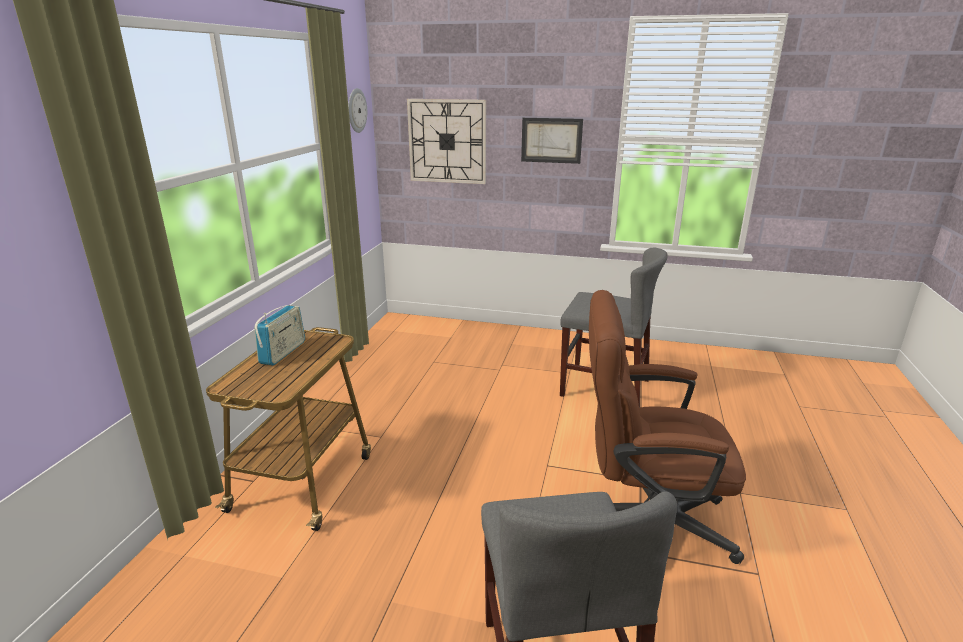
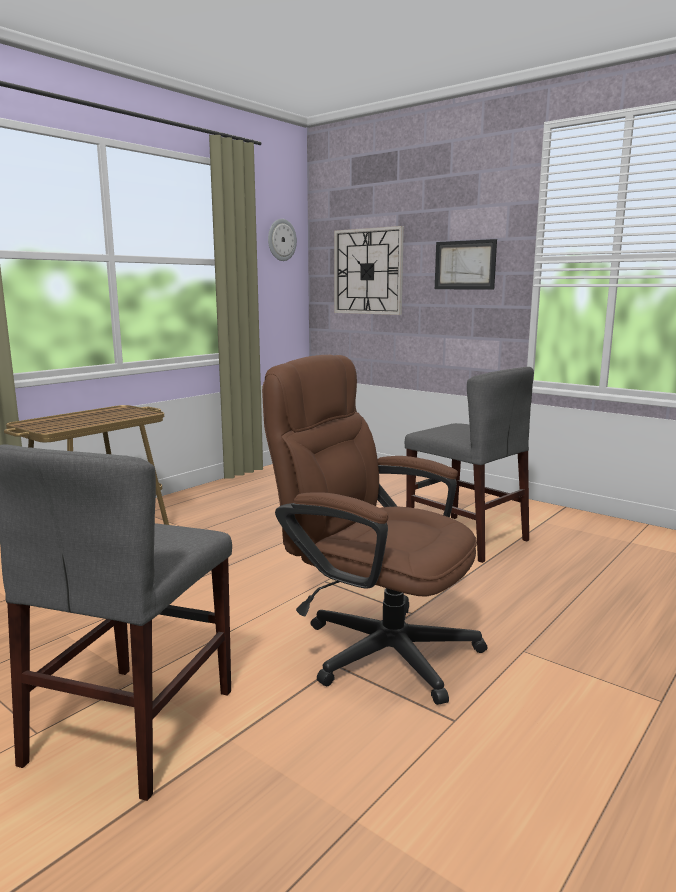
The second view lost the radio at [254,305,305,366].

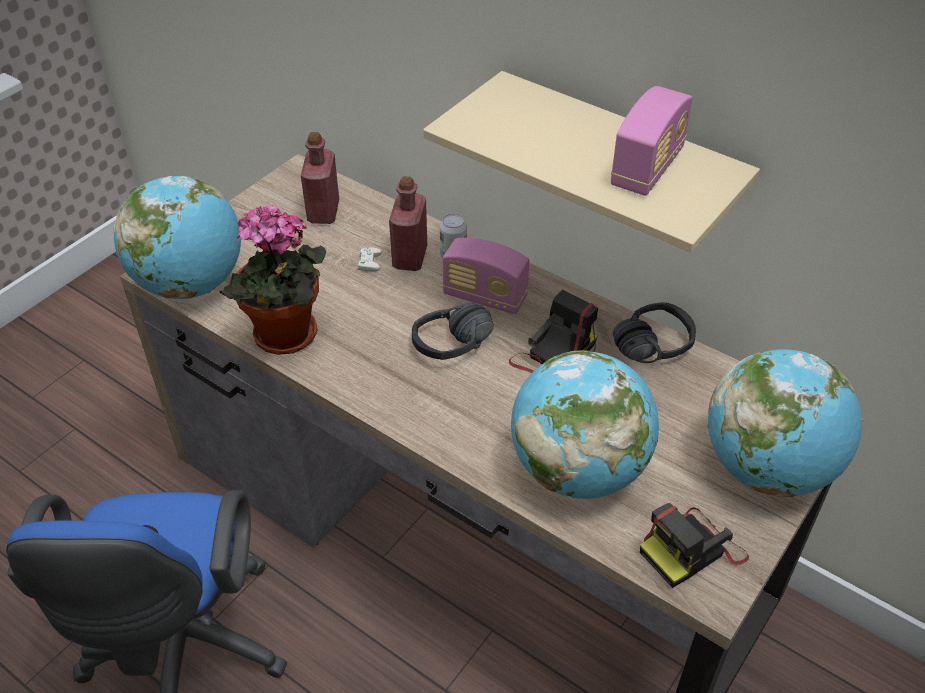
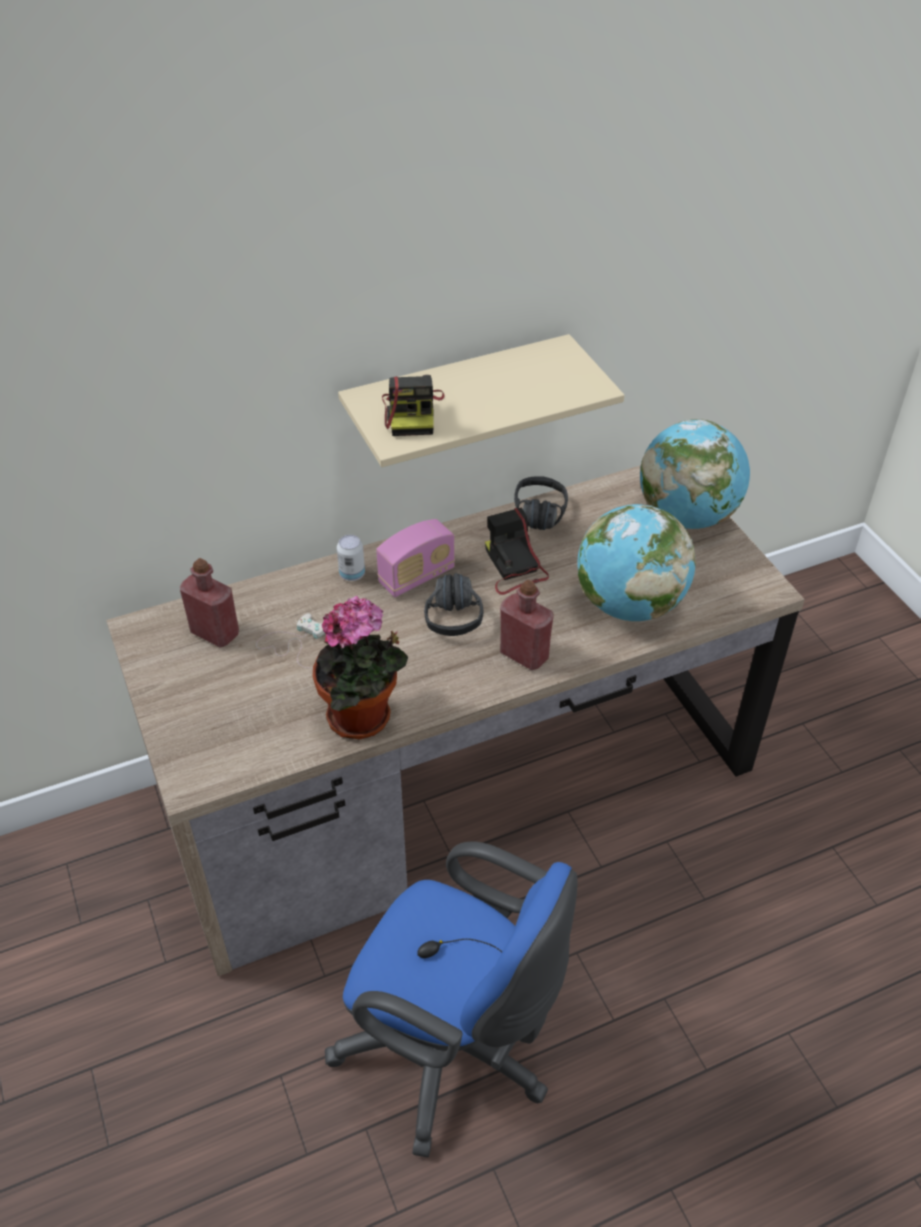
The second view lost the globe at [114,176,241,299].
The red_bottle ended up elsewhere, having gone from [389,176,427,271] to [500,580,554,670].
The second view lost the radio at [611,86,693,196].
The photo_camera ended up elsewhere, having gone from [640,503,749,588] to [382,375,445,436].

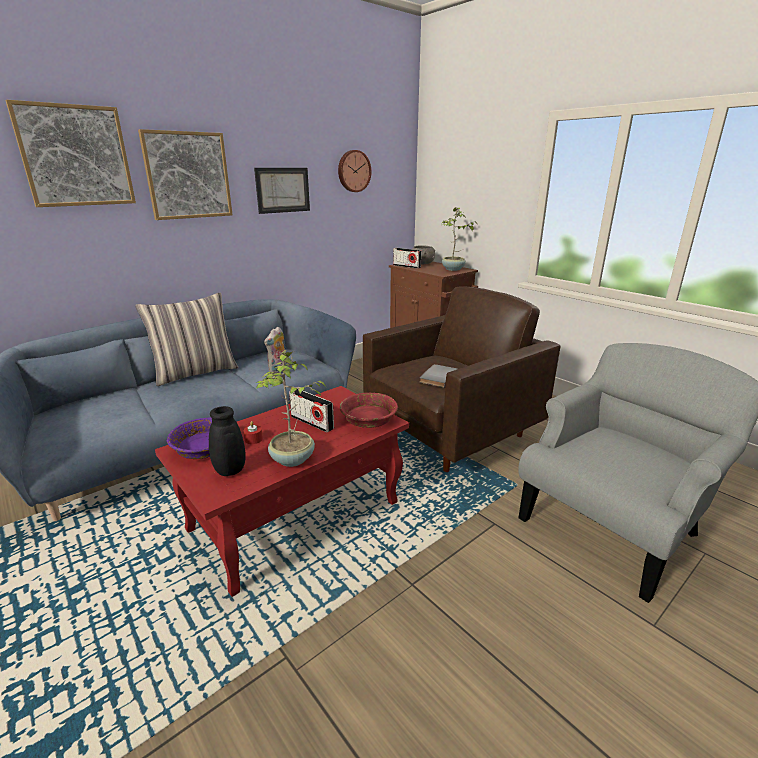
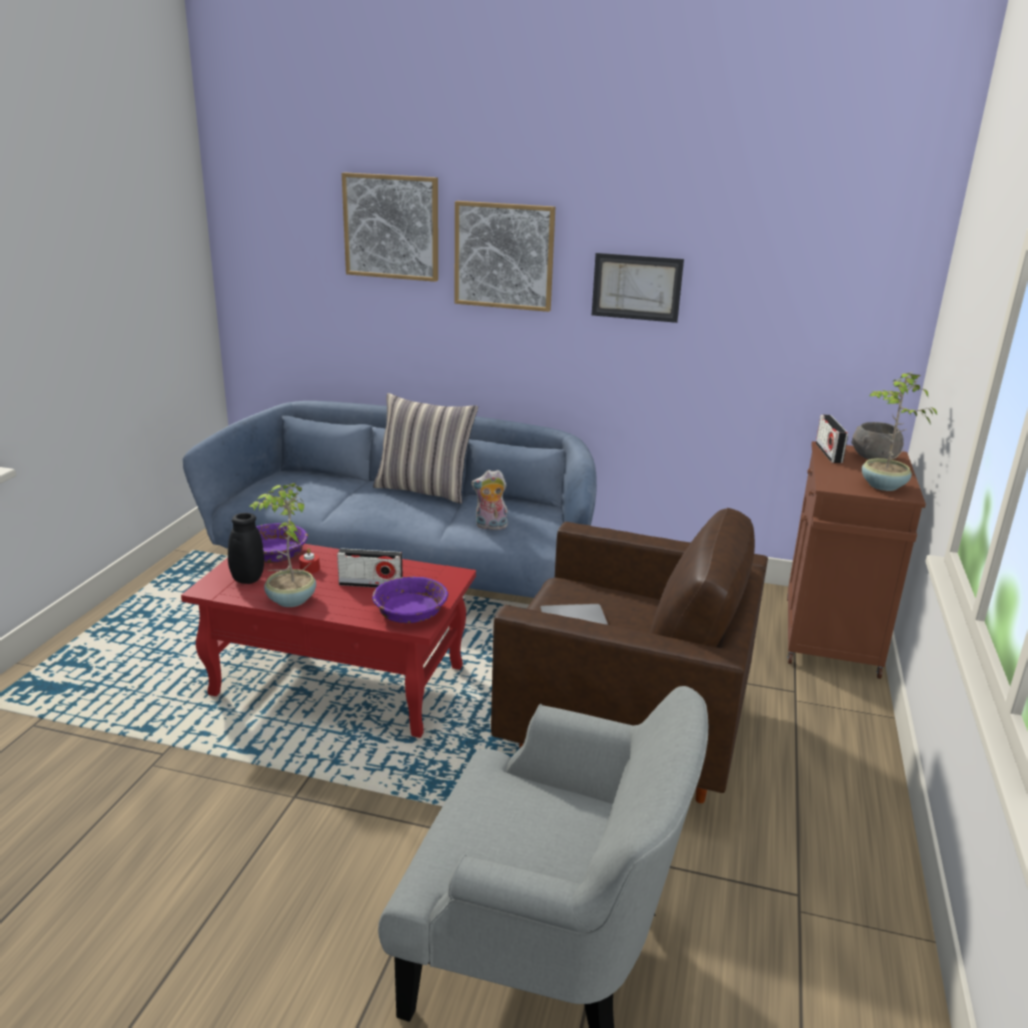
The radio at [289,389,334,432] ended up facing another way, 90 degrees counterclockwise from before.
The second view lost the wall_clock at [338,150,372,192].
What was the red_bowl at [340,393,398,428] turned into the purple_bowl at [372,576,448,623].

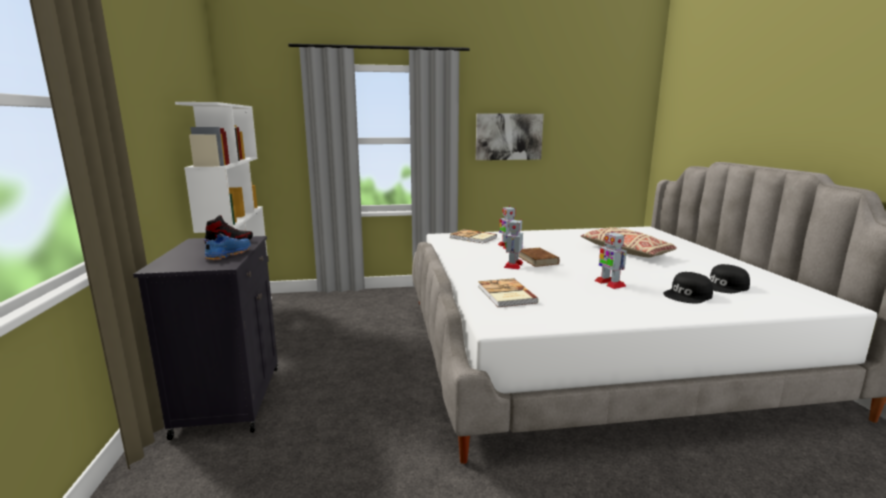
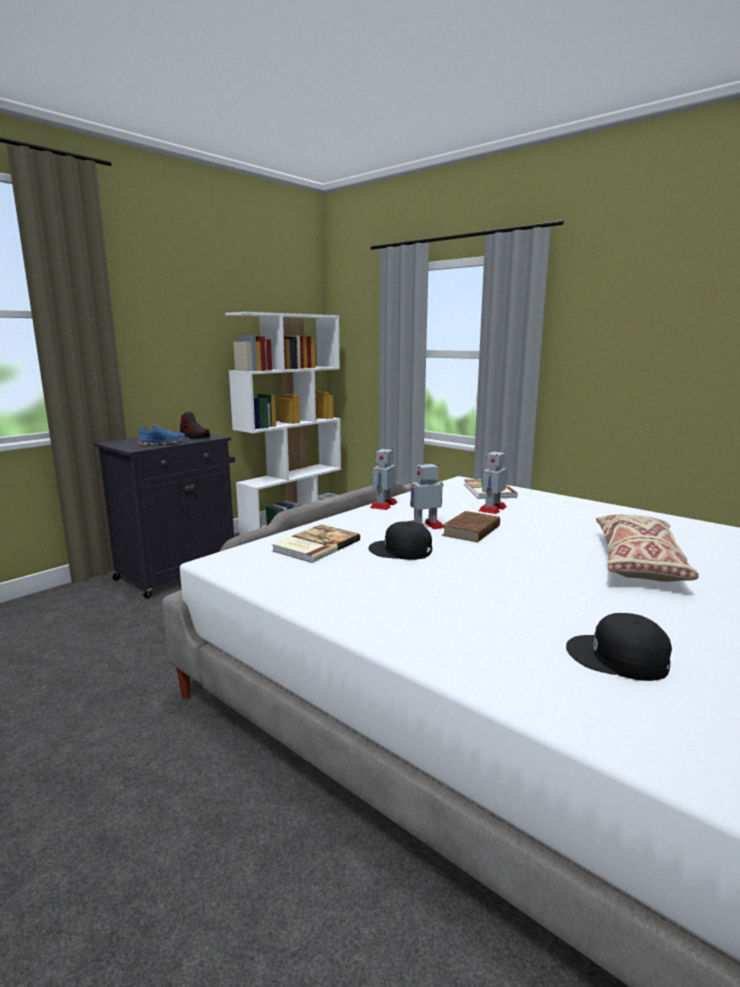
The second view lost the picture at [476,114,544,160].
The toy_robot ended up elsewhere, having gone from [595,231,627,289] to [370,448,398,510].
The black_cap ended up elsewhere, having gone from [663,272,713,303] to [368,521,432,560].

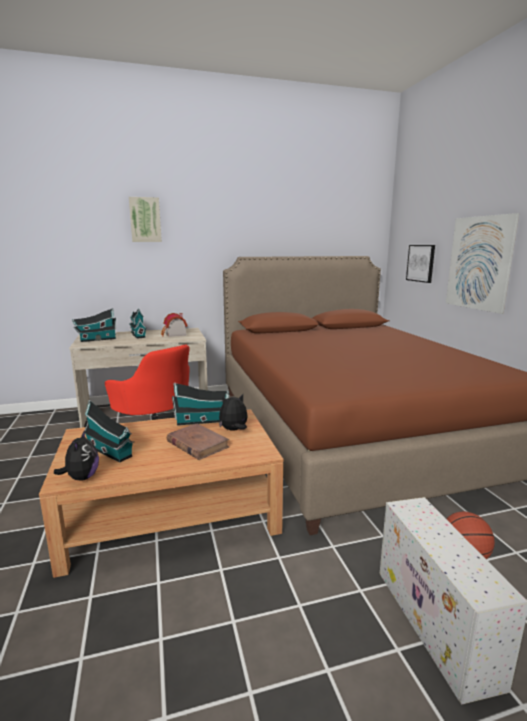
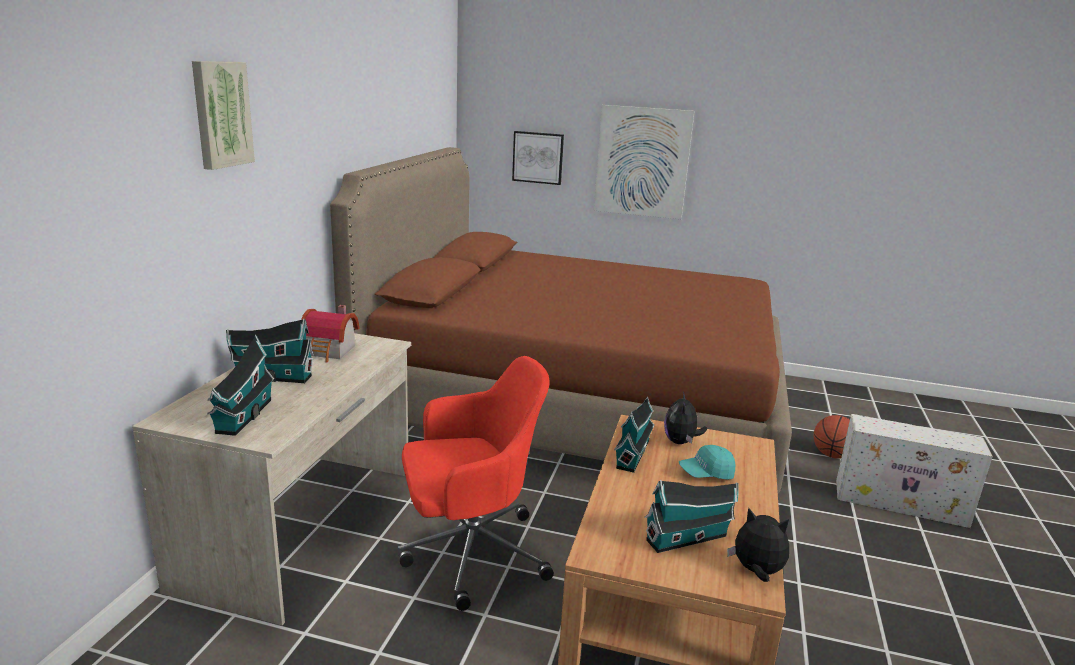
Where the brown_book stood at [167,423,229,460], the turquoise_cap came to stand at [679,445,735,479].

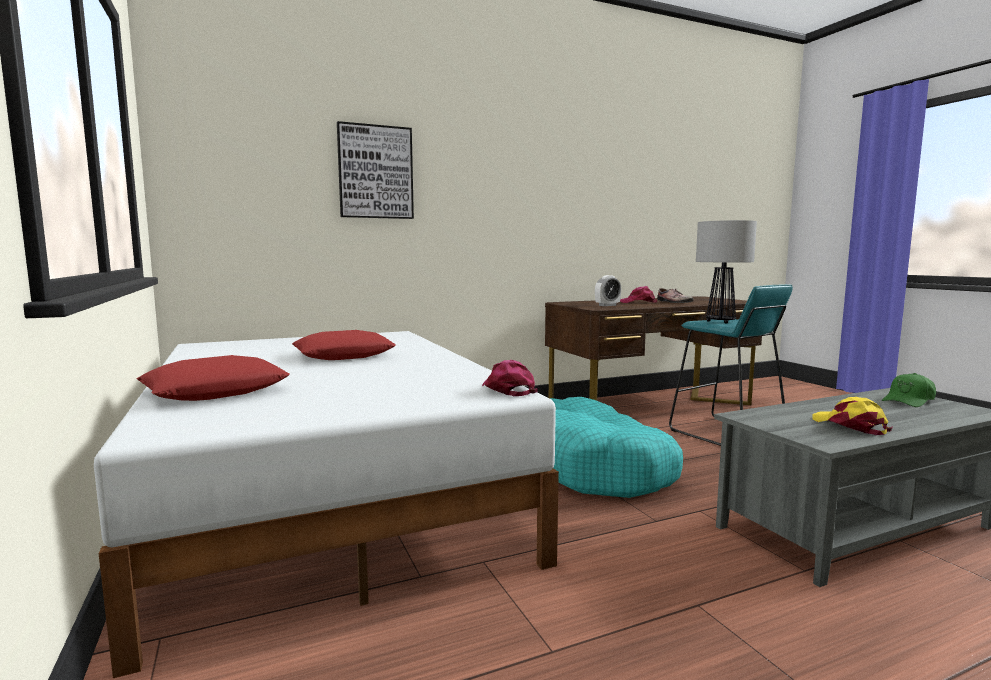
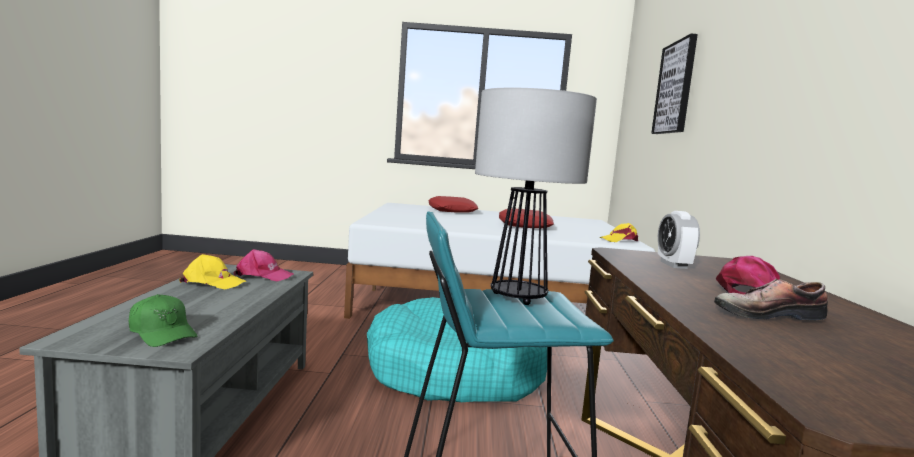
The pink_cap ended up elsewhere, having gone from [482,360,538,396] to [233,249,293,281].
The green_cap at [882,373,936,407] ended up facing another way, 135 degrees clockwise from before.
The second view gained the yellow_cap at [599,223,638,242].

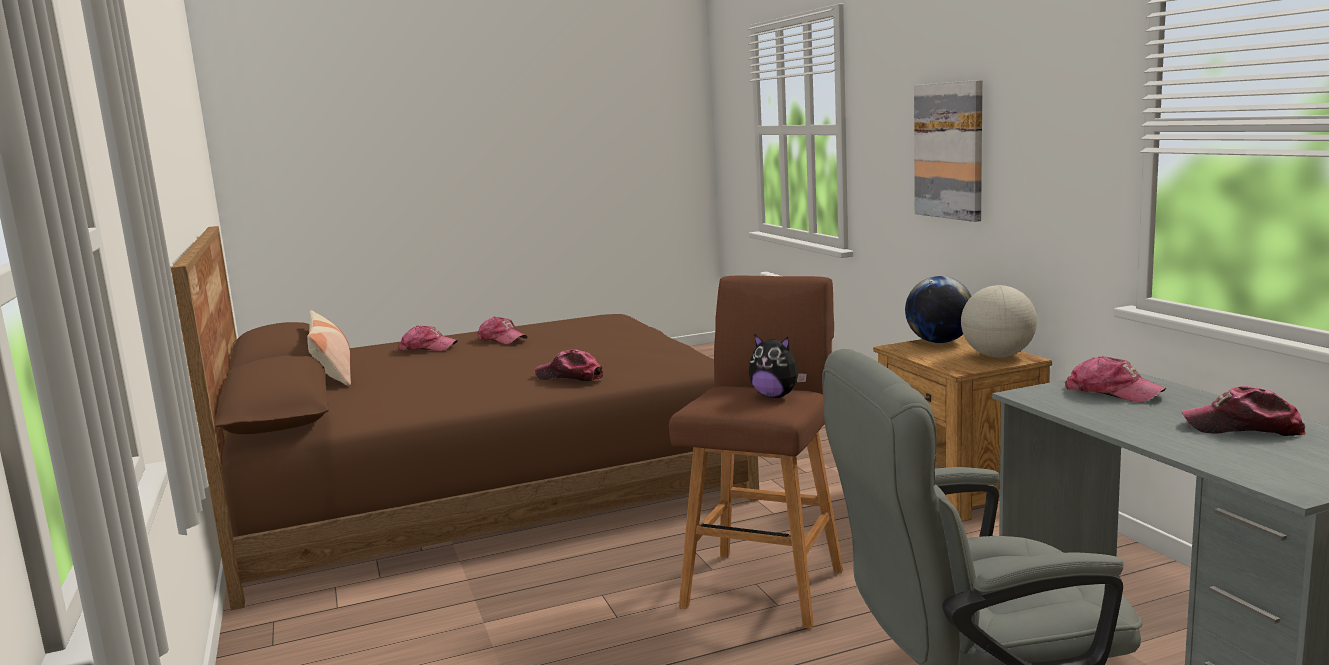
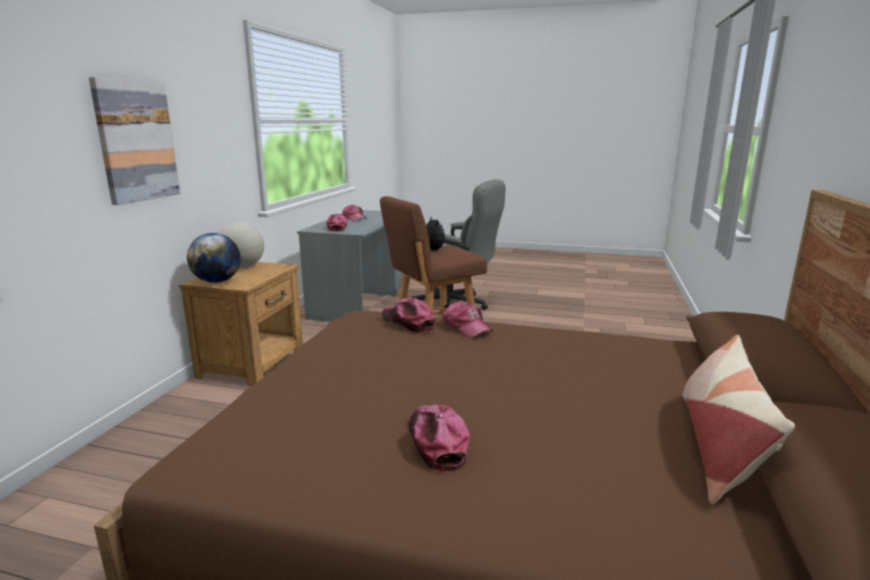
The cap ended up elsewhere, having gone from [398,326,458,351] to [382,298,435,333].

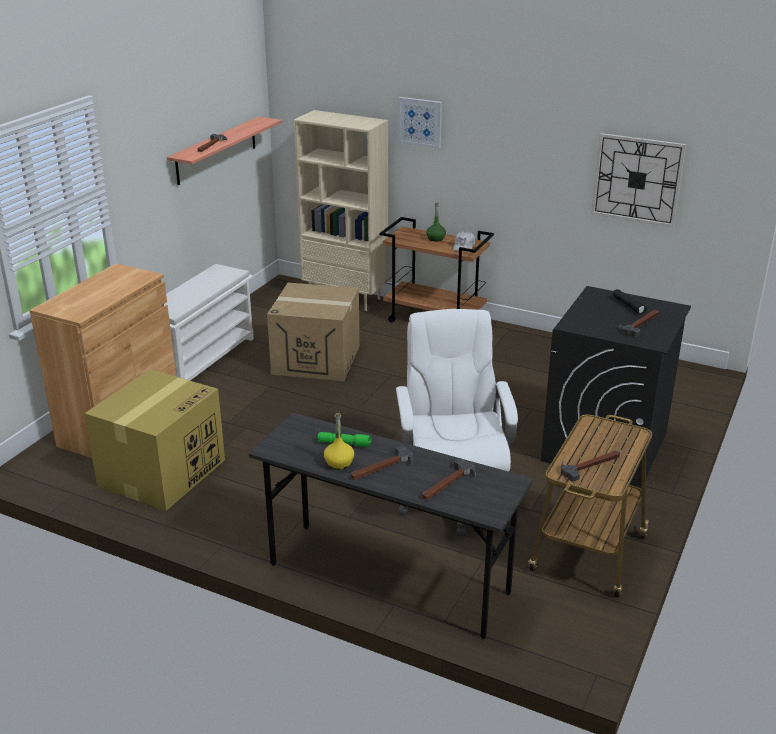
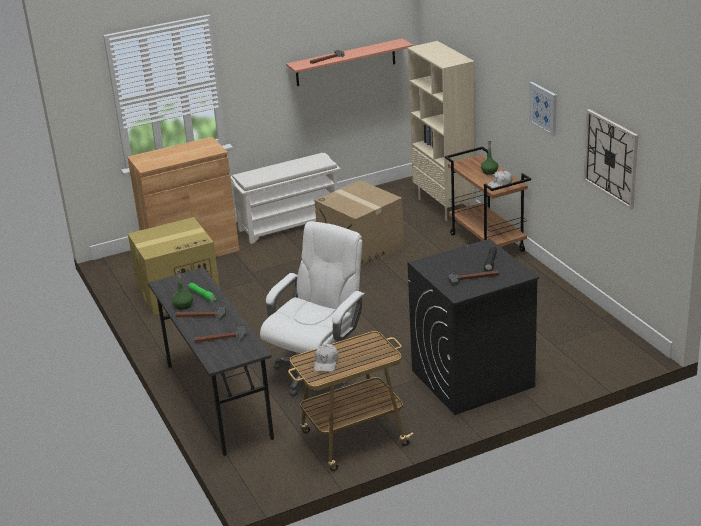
What was the yellow_bottle at [324,413,354,470] turned into the green_bottle at [172,270,193,310].
The picture ended up elsewhere, having gone from [398,97,442,149] to [529,82,557,136].
Where the hammer stood at [561,450,620,482], the white_cap came to stand at [314,344,338,372].

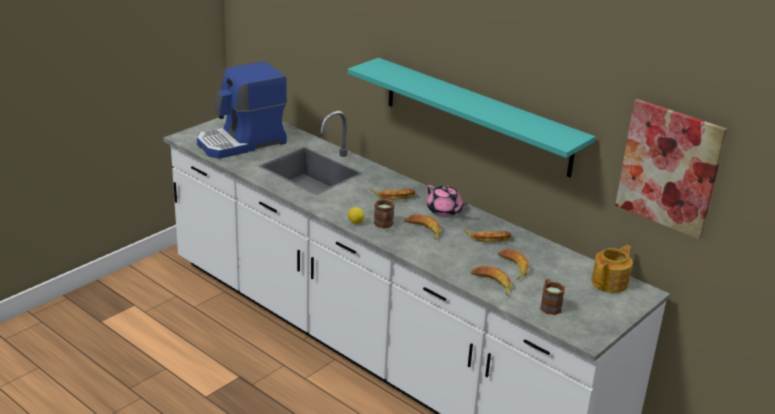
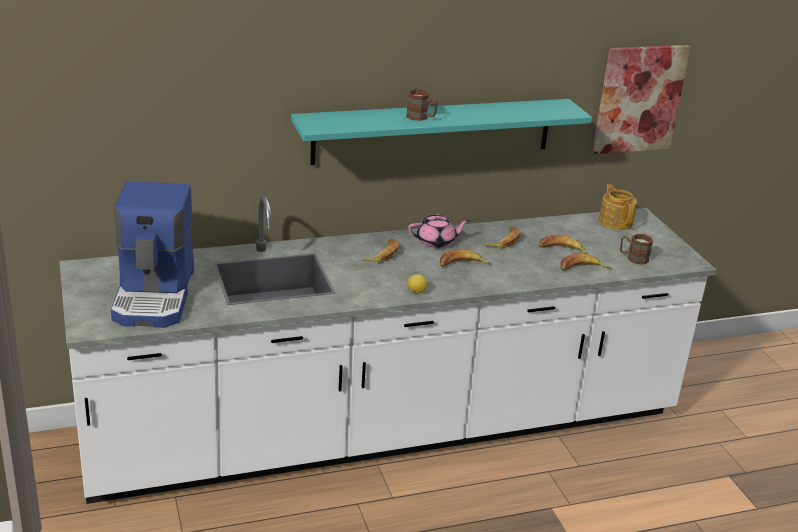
The brown_mug ended up elsewhere, having gone from [374,199,395,229] to [406,89,438,121].

